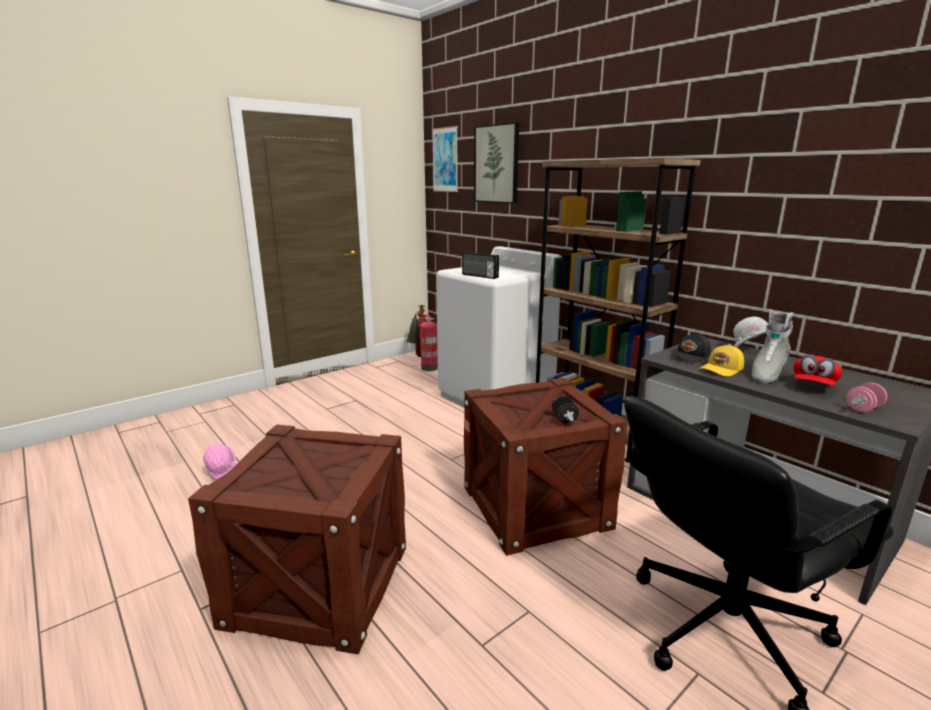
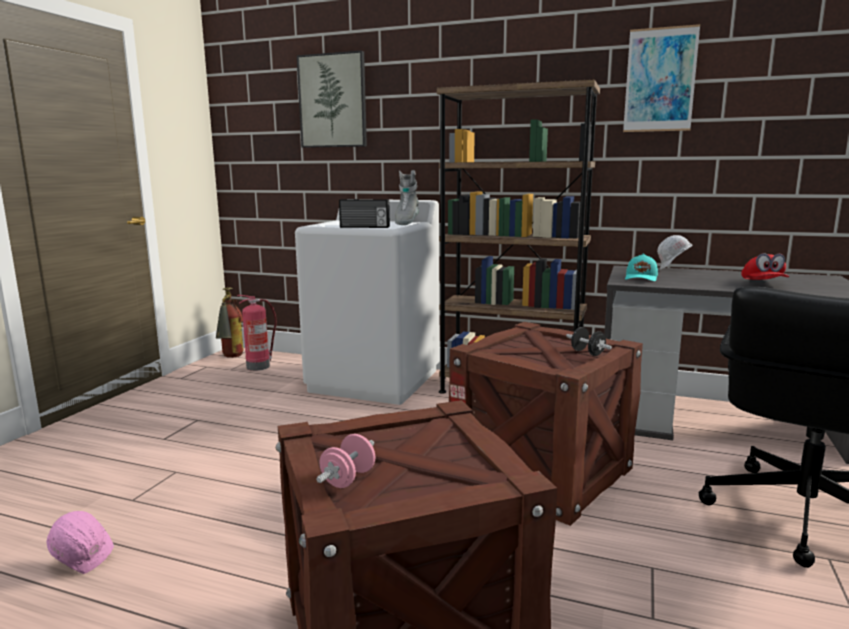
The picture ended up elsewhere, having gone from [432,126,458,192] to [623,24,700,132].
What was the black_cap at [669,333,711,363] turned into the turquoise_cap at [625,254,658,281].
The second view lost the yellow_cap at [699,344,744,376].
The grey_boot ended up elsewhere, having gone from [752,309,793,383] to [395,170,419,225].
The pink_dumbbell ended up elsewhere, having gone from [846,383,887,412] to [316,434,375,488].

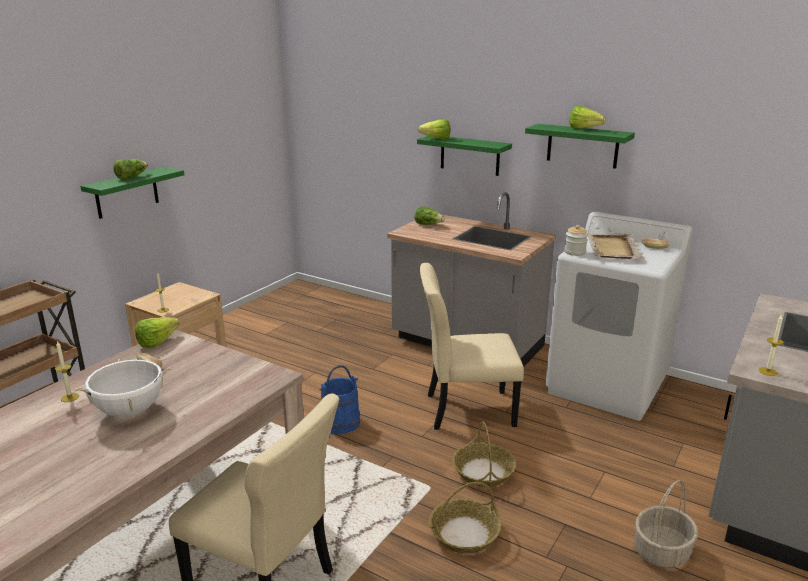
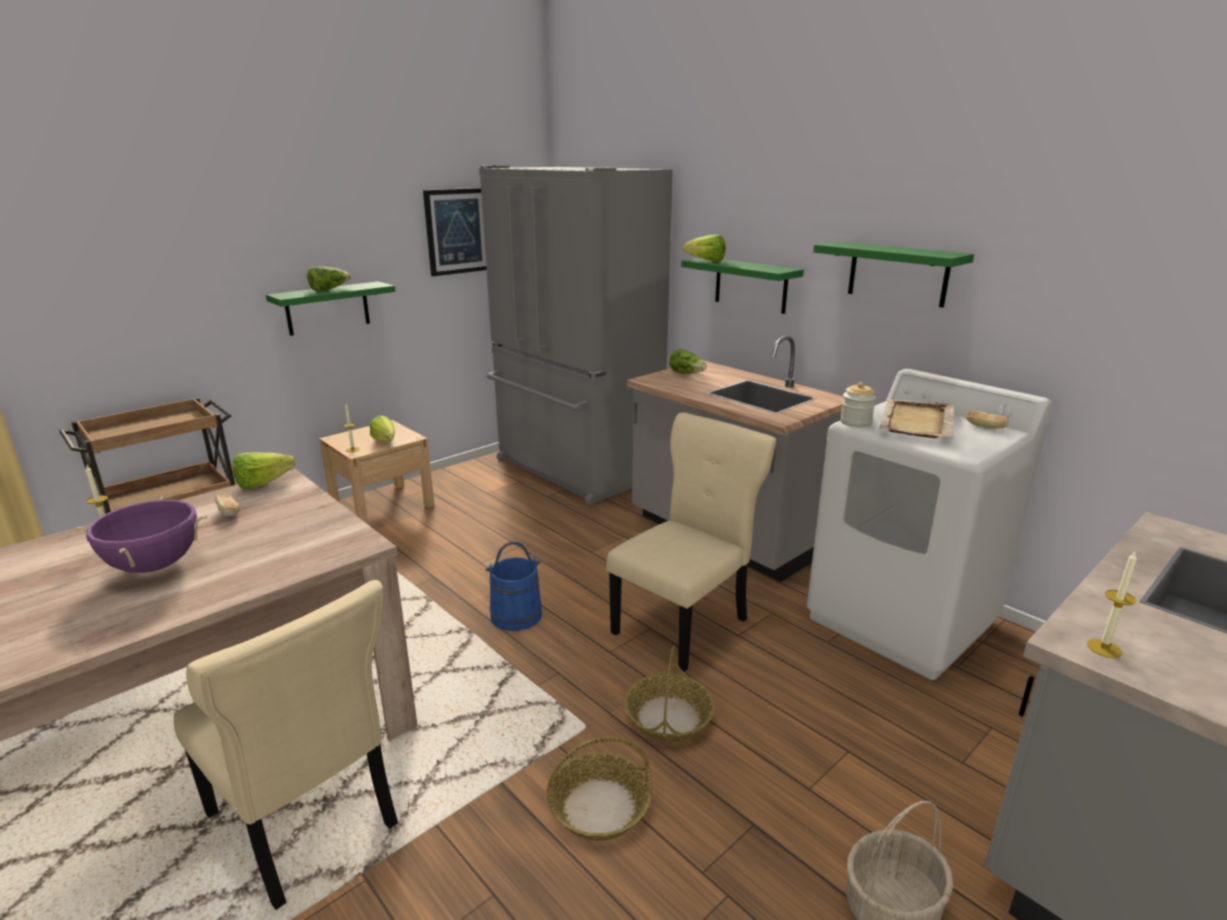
What was the white_cooking_pot at [75,359,171,417] turned into the purple_cooking_pot at [76,497,207,573].
The beige_chair at [420,263,524,430] ended up facing another way, 120 degrees clockwise from before.
The lettuce ended up elsewhere, having gone from [569,106,605,129] to [370,416,395,442].
The second view gained the picture at [423,188,486,276].
The second view gained the grey_fridge at [479,165,673,505].

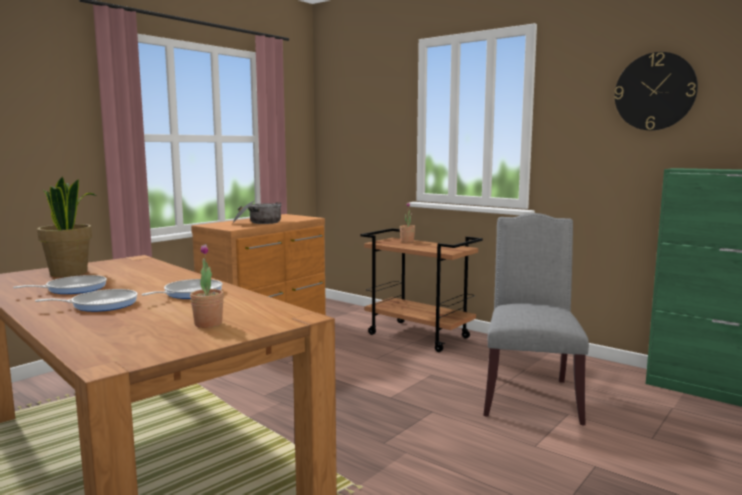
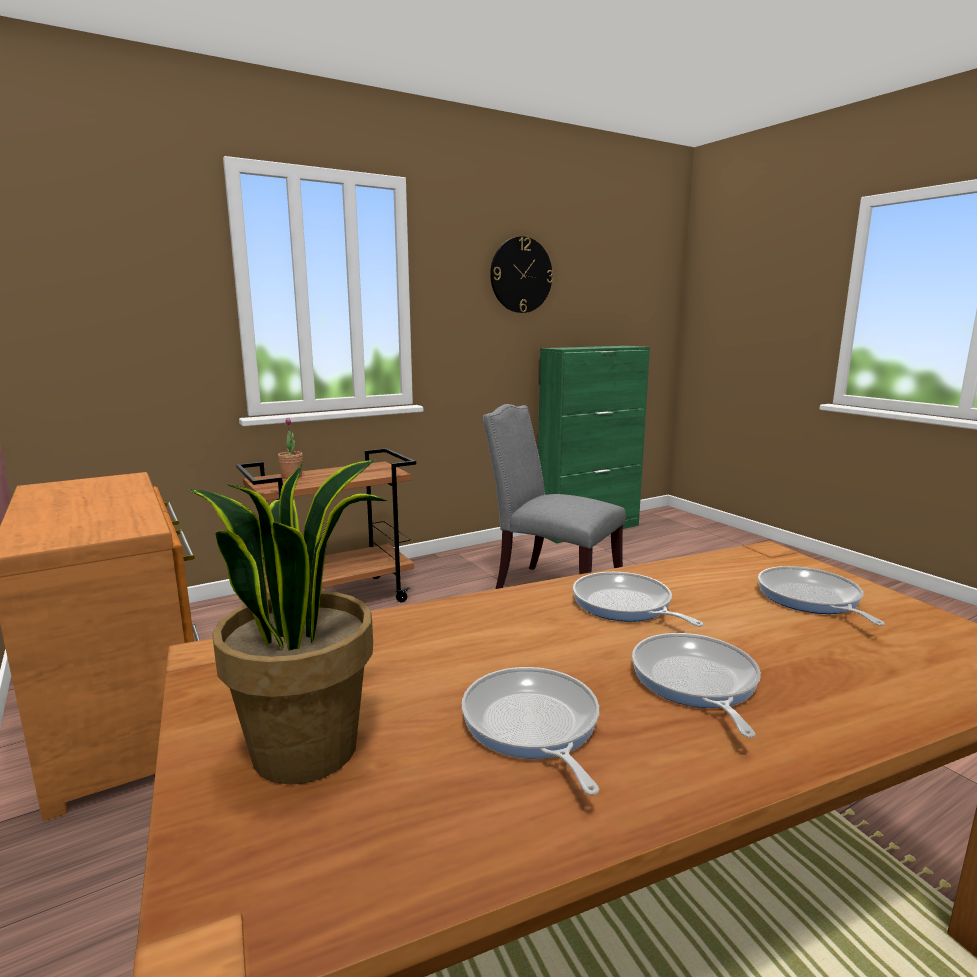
Where the potted_plant stood at [190,244,224,328], the frying_pan came to stand at [758,566,885,626].
The second view lost the cooking_pot at [232,200,282,224].

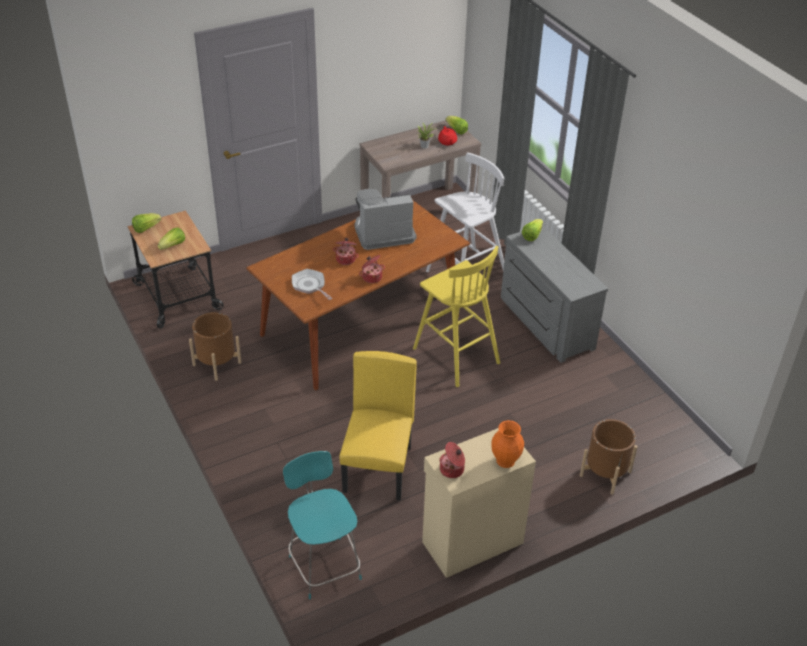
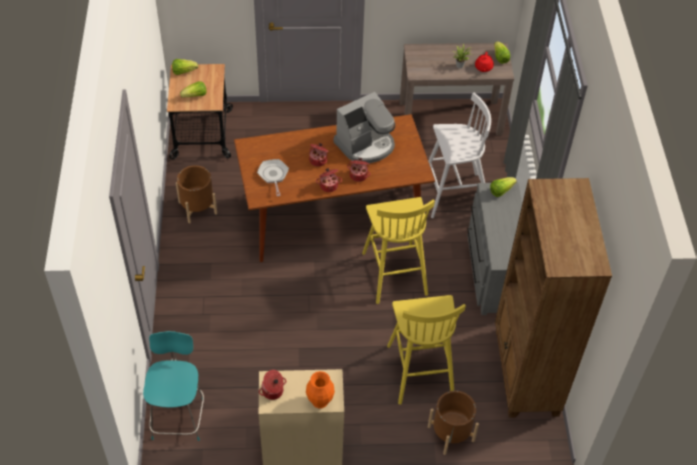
The second view lost the yellow_chair at [339,351,417,500].
The coffee_machine at [355,189,417,250] ended up facing another way, 135 degrees clockwise from before.
The second view gained the cooking_pot at [347,158,370,182].
The second view gained the yellow_stool at [387,295,466,405].
The second view gained the brown_bookcase at [495,178,612,418].

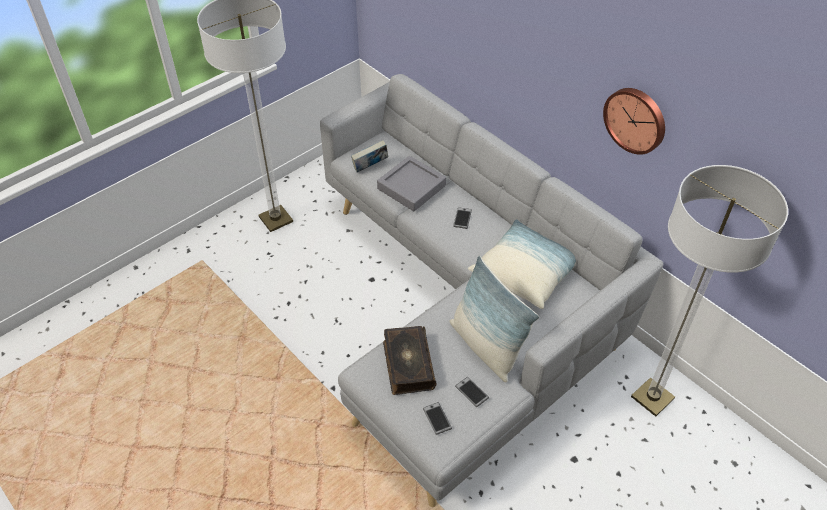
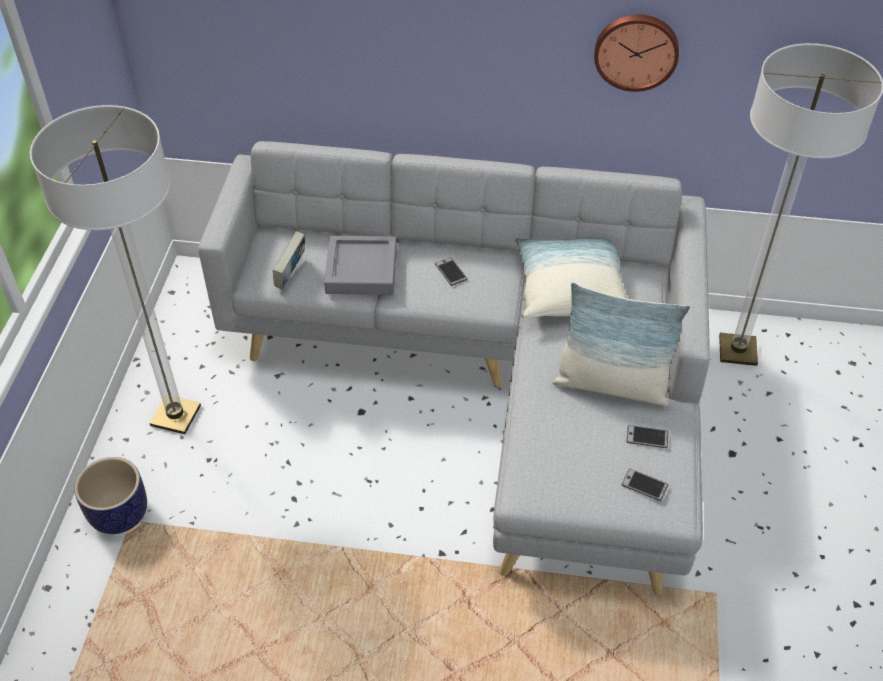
The second view lost the book at [383,326,437,395].
The second view gained the planter at [74,457,147,534].

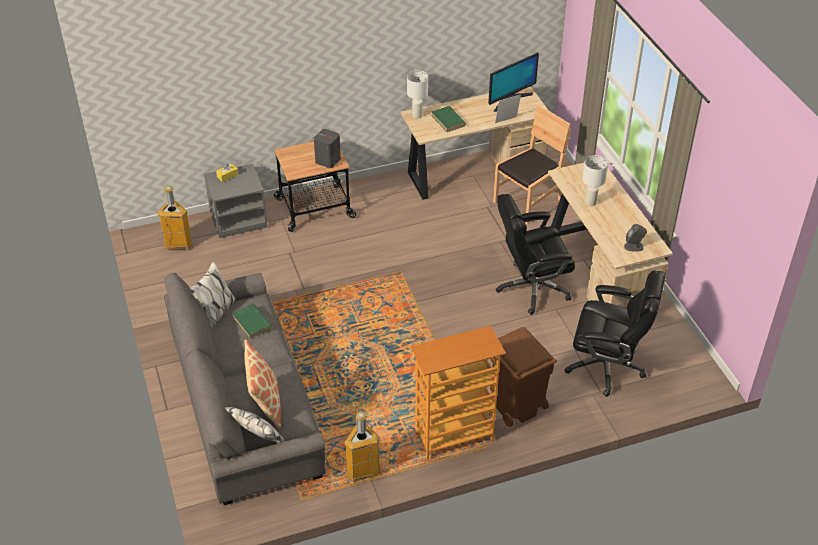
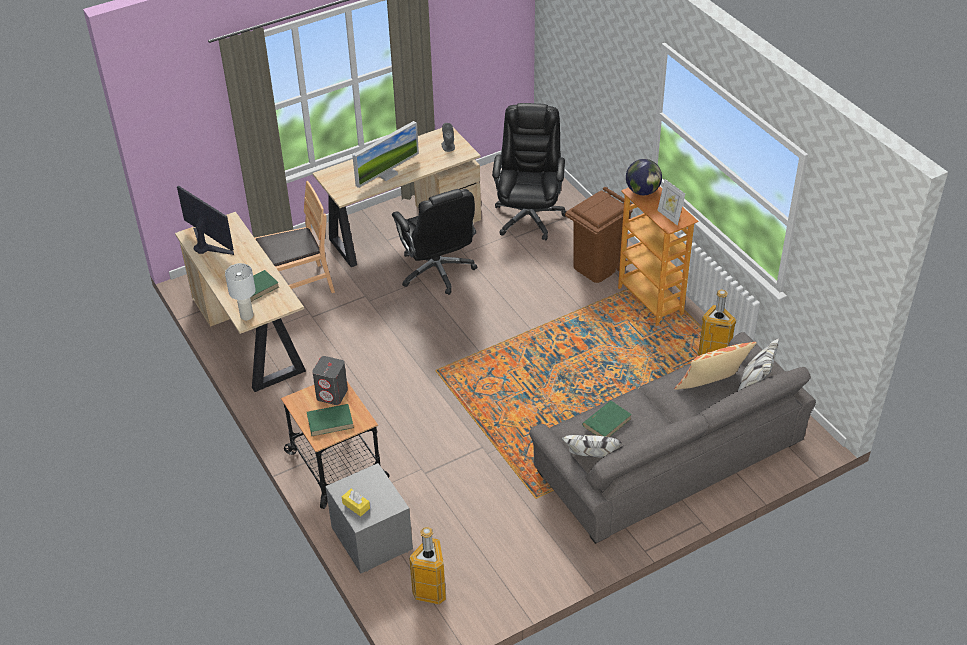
The brown_chair at [493,105,571,225] ended up facing another way, 120 degrees clockwise from before.
The picture_frame ended up elsewhere, having gone from [495,95,521,123] to [657,179,685,225].
Where the white_table_lamp stood at [582,155,608,206], the monitor came to stand at [352,121,419,188].
The second view gained the green_book at [307,404,354,436].
The second view gained the globe at [626,159,662,195].

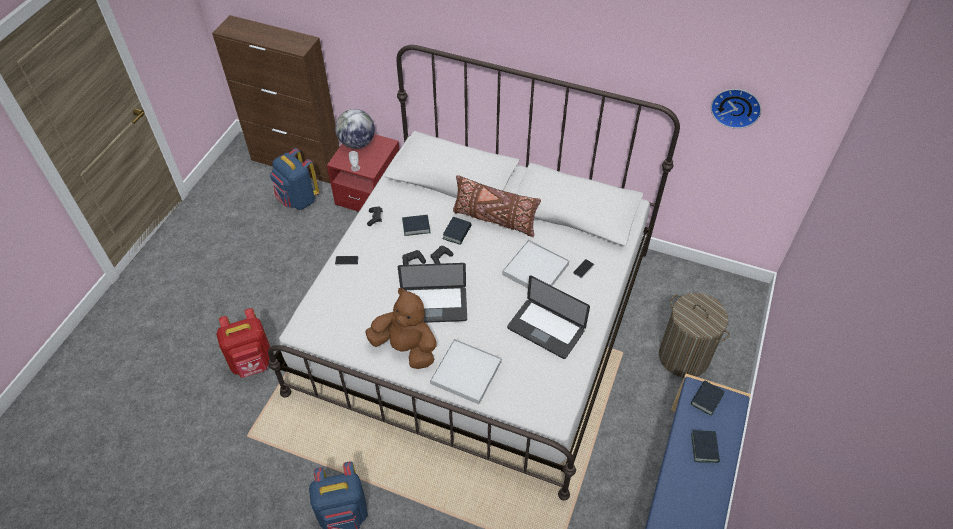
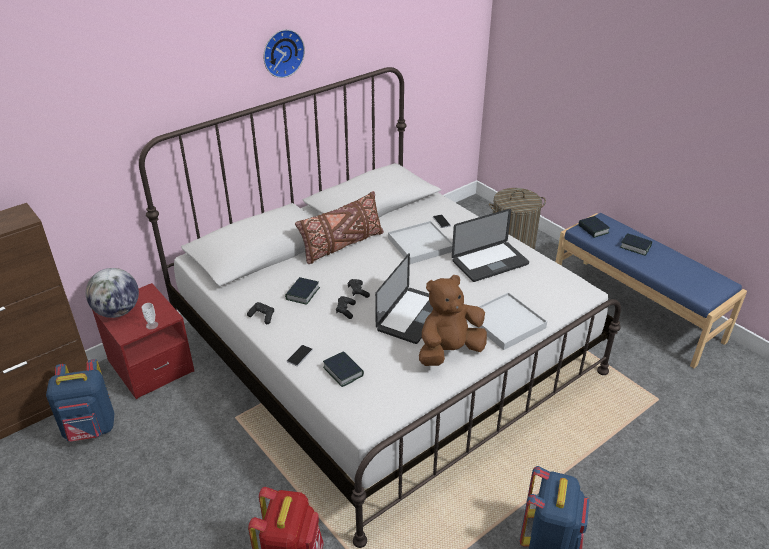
The book ended up elsewhere, having gone from [442,217,472,245] to [323,351,364,387].
The wall_clock ended up elsewhere, having gone from [711,89,761,129] to [264,29,305,78].

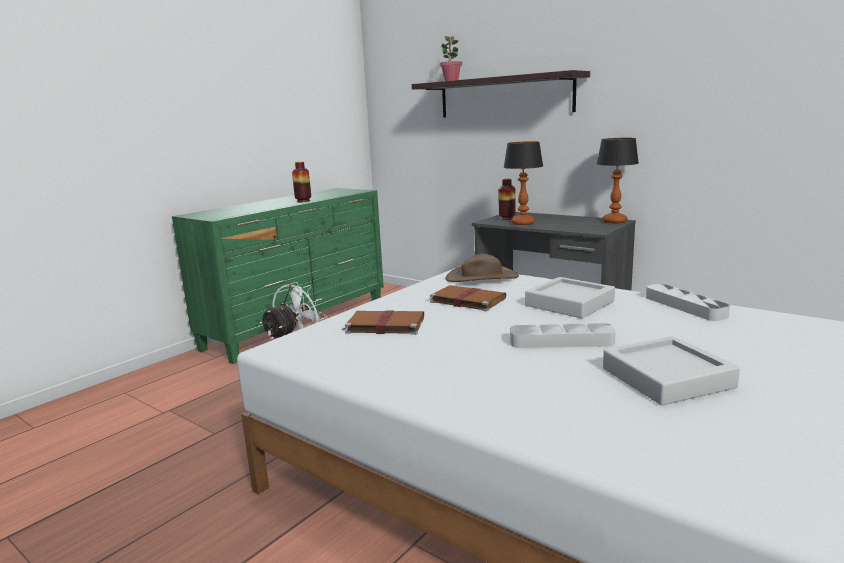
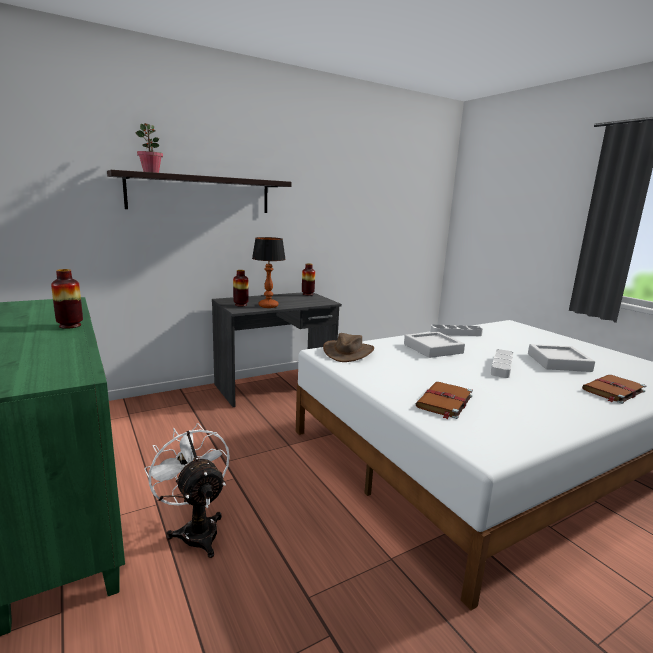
The brown_book ended up elsewhere, having gone from [429,285,506,311] to [582,375,646,404].
Where the table_lamp stood at [597,138,639,223], the vase came to stand at [302,263,315,296].

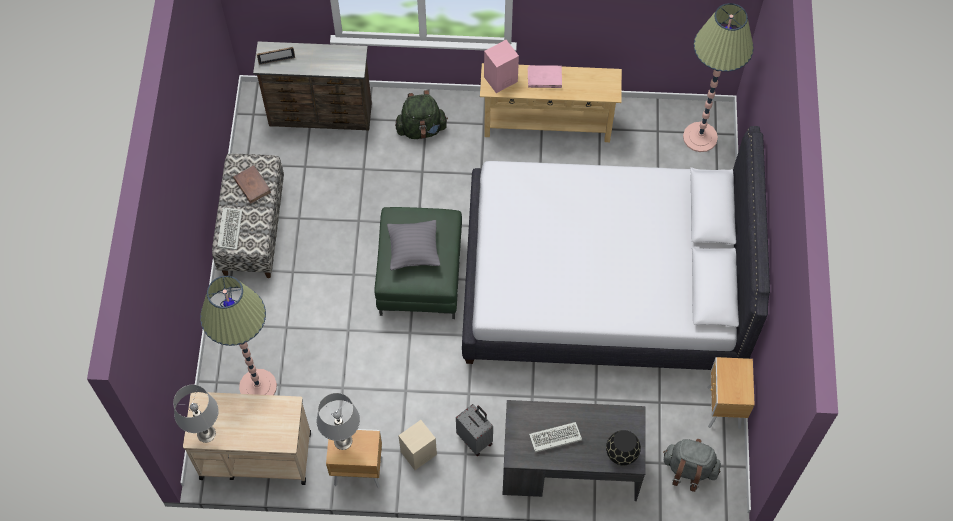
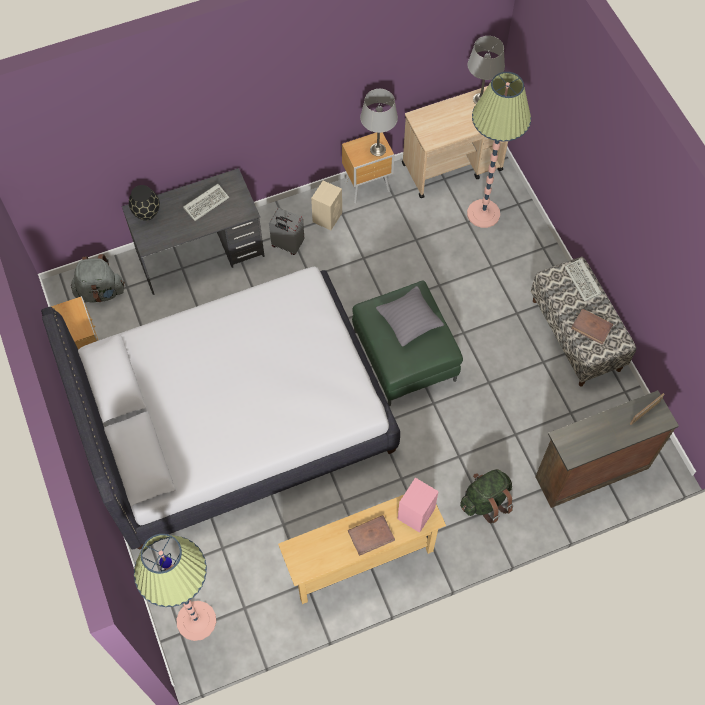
What was the pink_book at [528,65,562,88] turned into the brown_book at [348,515,395,556].

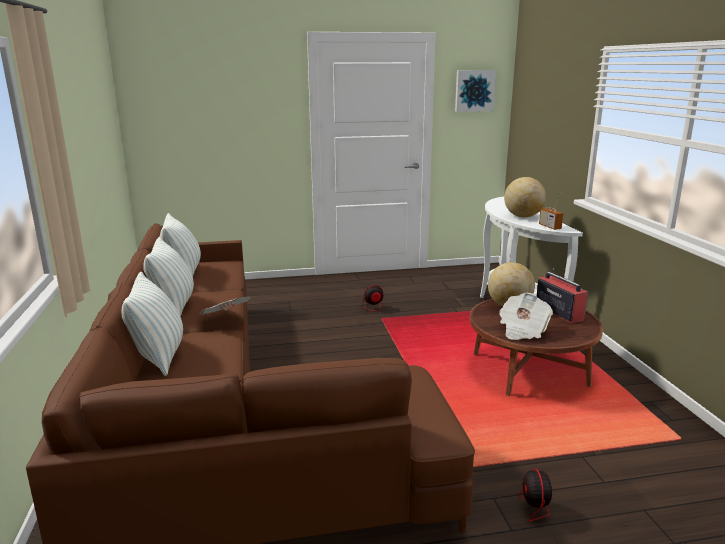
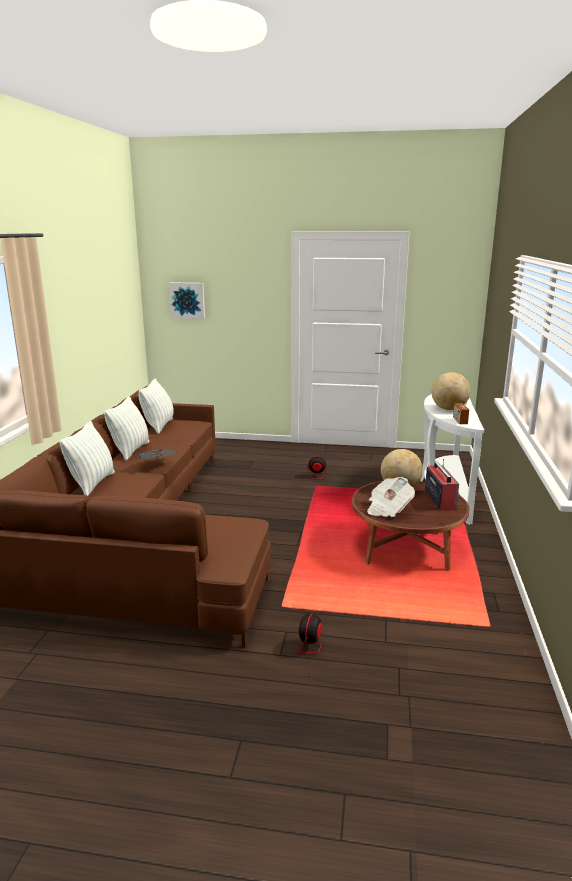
The picture ended up elsewhere, having gone from [455,70,496,112] to [169,282,205,319].

